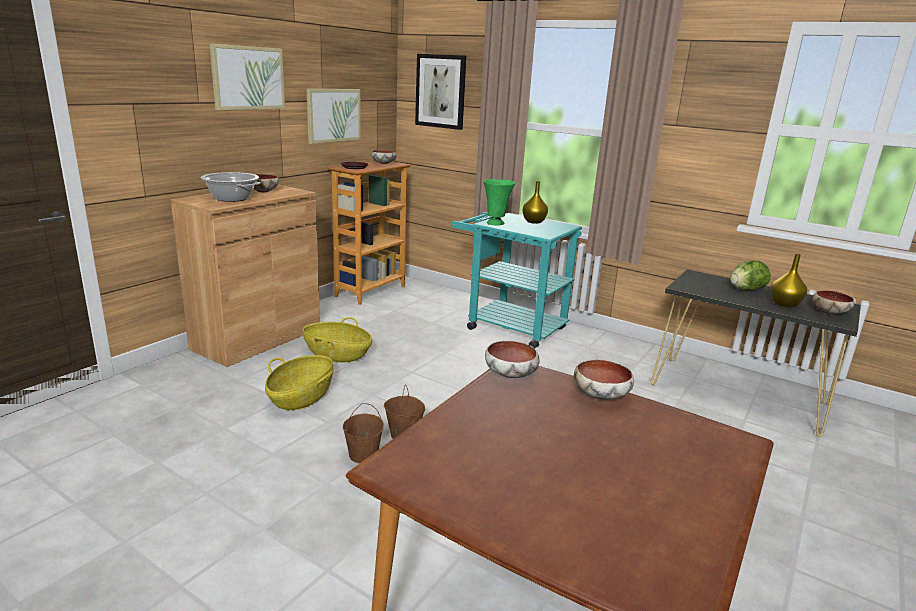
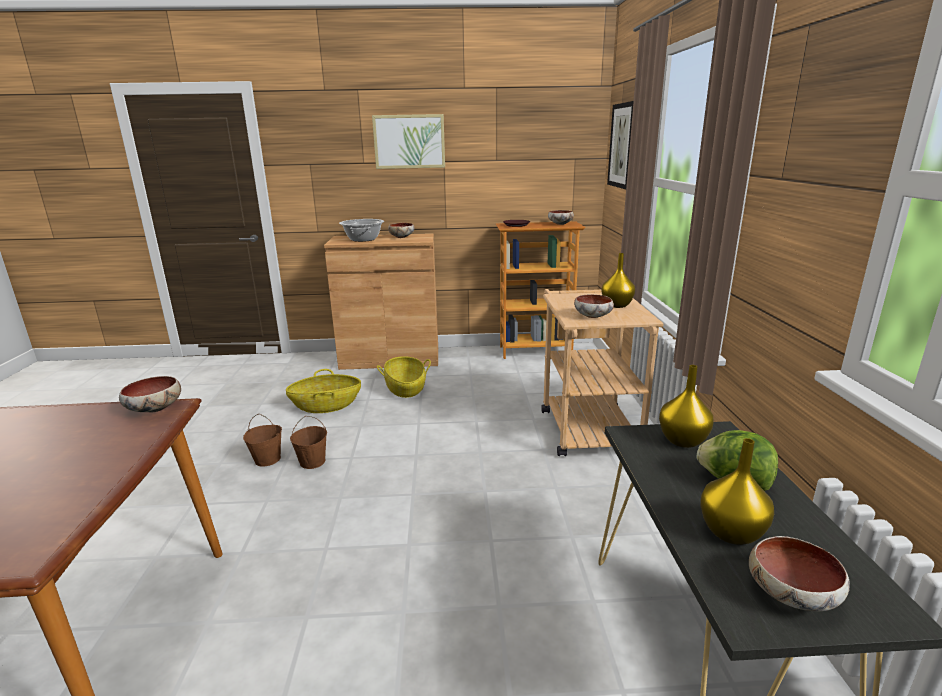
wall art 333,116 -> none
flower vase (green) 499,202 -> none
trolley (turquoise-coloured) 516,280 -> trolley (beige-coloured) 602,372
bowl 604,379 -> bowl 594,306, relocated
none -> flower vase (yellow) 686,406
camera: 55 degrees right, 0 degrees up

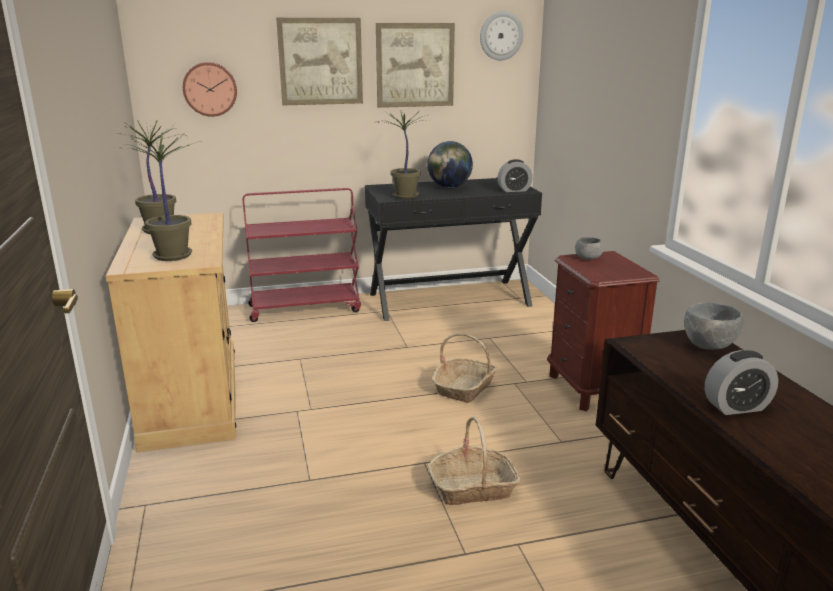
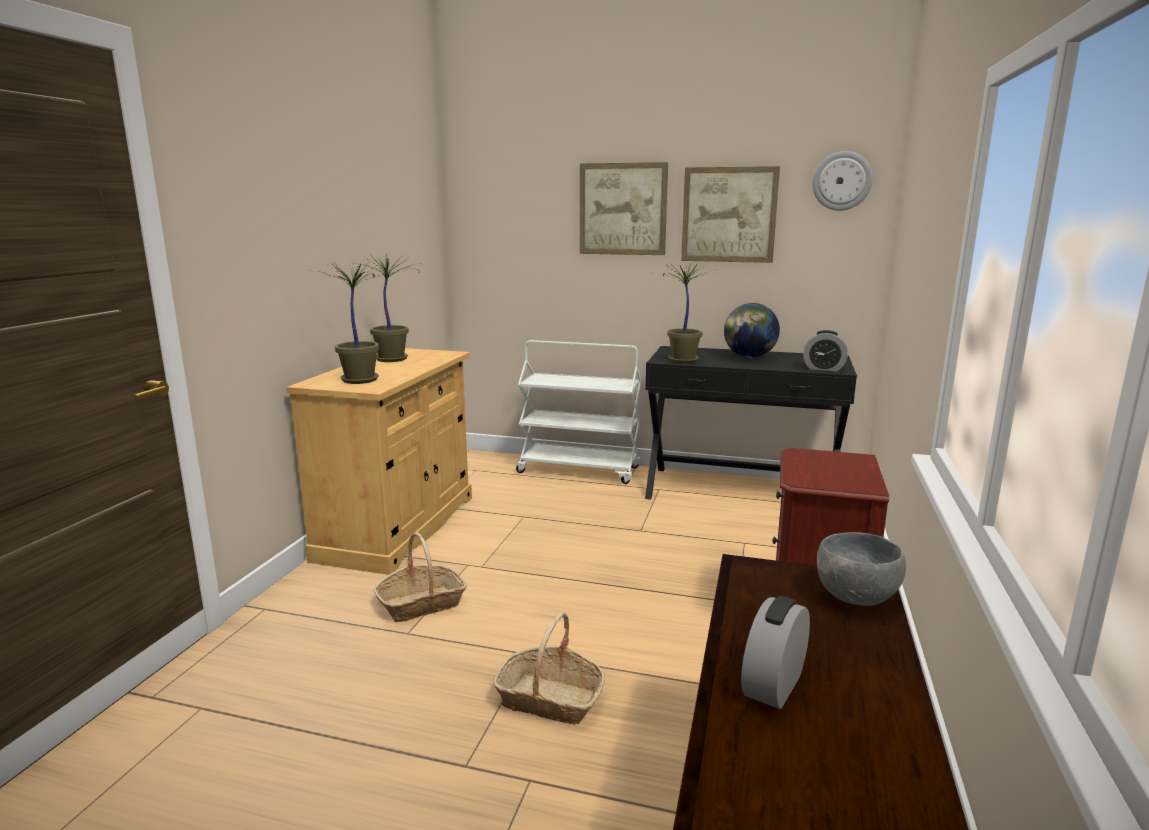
hanging clock 210,89 -> none
trolley (red) 302,255 -> trolley (white-coloured) 578,412
bowl (greyish) 589,248 -> none
household basket 465,368 -> household basket 420,577, relocated
table clock 741,382 -> table clock 775,652, 105 degrees clockwise
camera: 30 degrees right, 5 degrees down

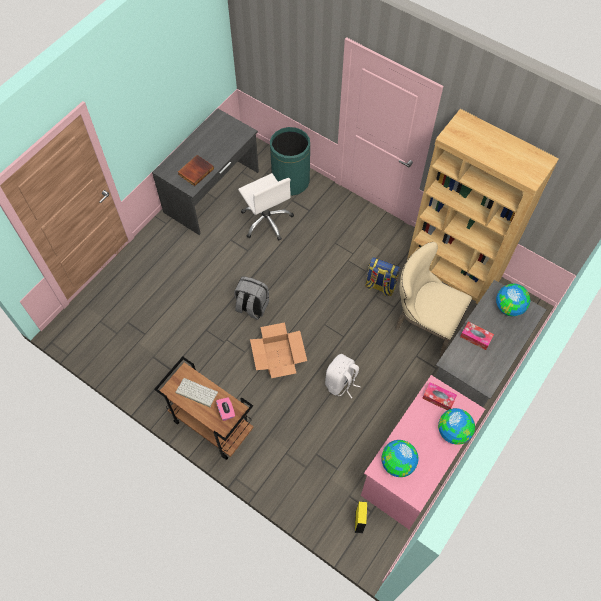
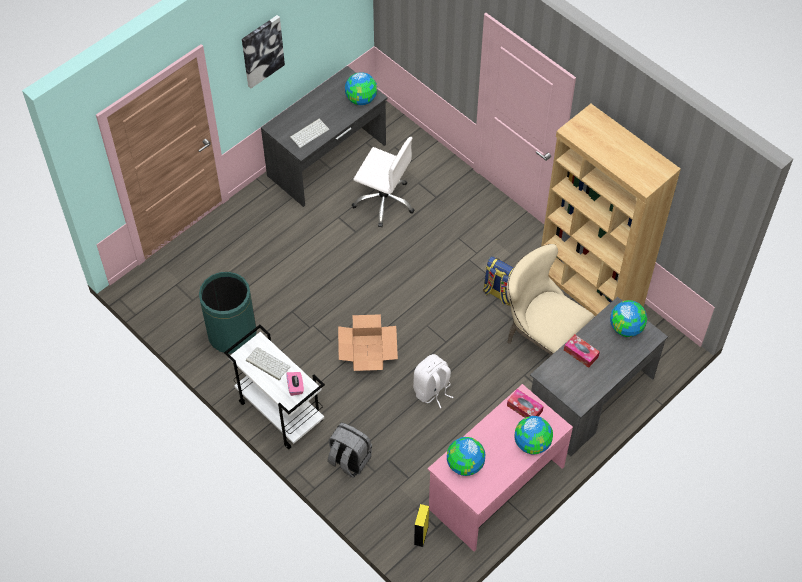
rubbish bin (green) 290,161 -> rubbish bin (green) 228,313, relocated
book 196,170 -> PC keyboard 309,133
office chair (white-coloured) 266,207 -> office chair (white-coloured) 383,182, 45 degrees counterclockwise
rucksack (greyish) 251,298 -> rucksack (greyish) 349,450, relocated
trolley (brown-coloured) 204,408 -> trolley (white-coloured) 274,387
none -> wall art 263,52
none -> world globe 361,88
camera: 10 degrees right, 5 degrees down

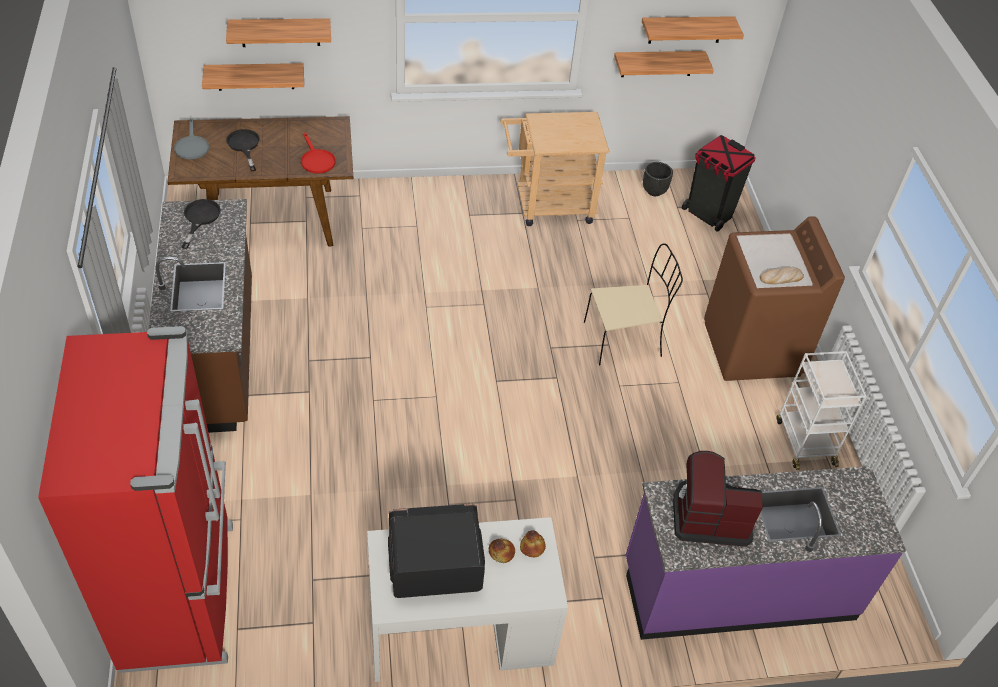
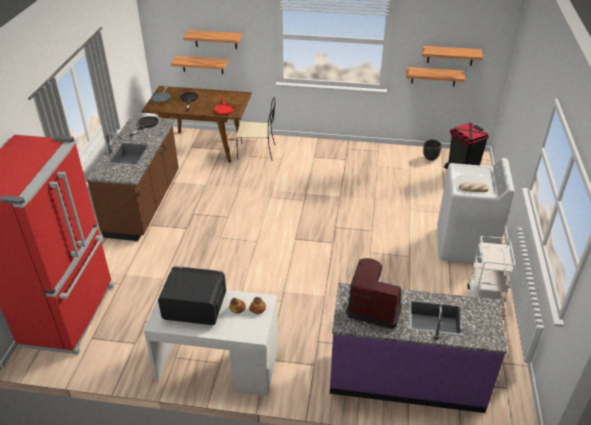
trolley (beige-coloured) 555,169 -> none
laundry appliance (brown-coloured) 774,298 -> laundry appliance (white-coloured) 476,211
chair (beige-coloured) 633,304 -> chair (beige-coloured) 255,128, relocated
camera: 20 degrees right, 10 degrees down

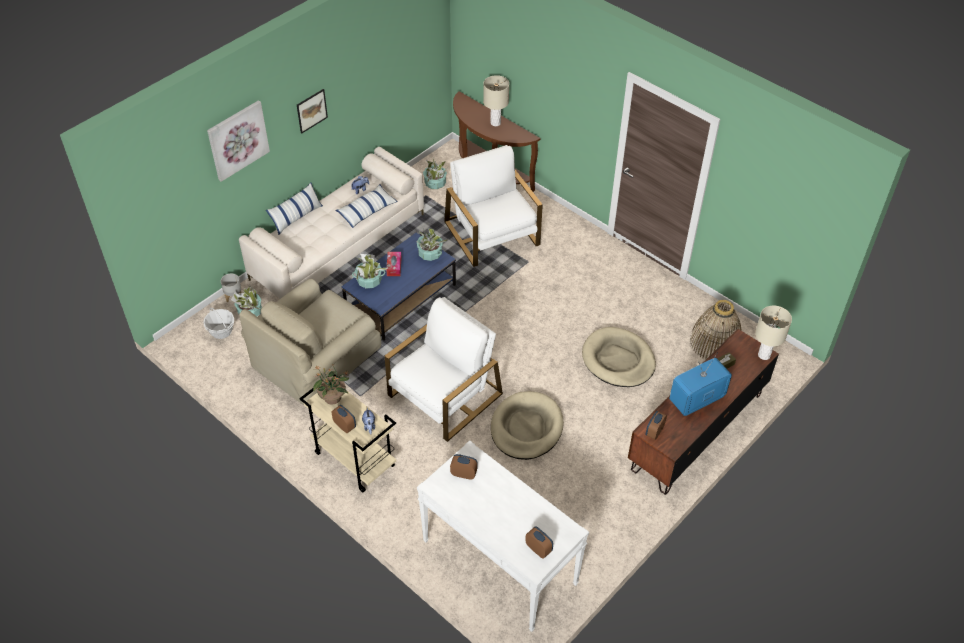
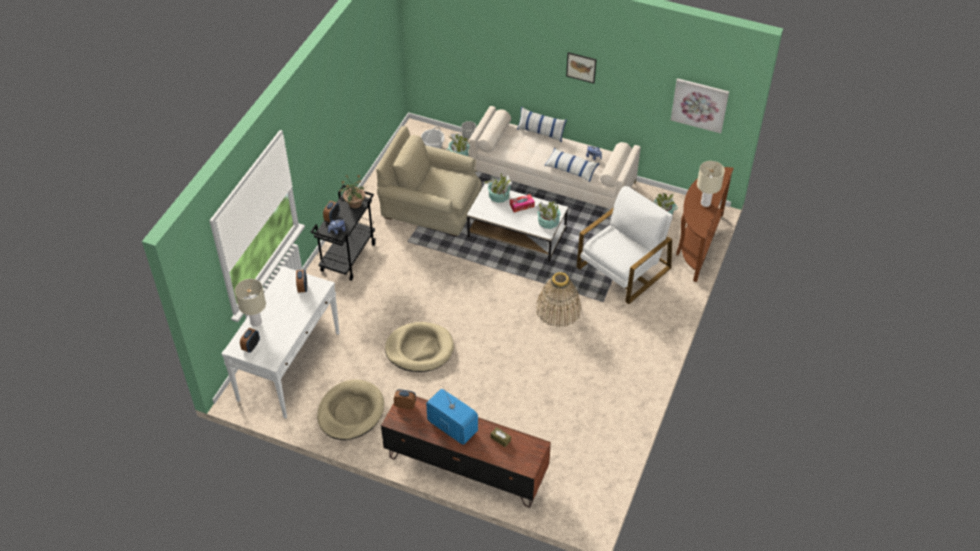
wall art 238,141 -> wall art 700,105, relocated
low table (blue) 398,287 -> low table (white-coloured) 517,223
lounge chair (white-coloured) 444,369 -> none
household basket 716,329 -> household basket 558,300, relocated
table lamp (beige-coloured) 773,333 -> table lamp (beige-coloured) 250,303, relocated
dog cushion (beige-coloured) 619,357 -> dog cushion (beige-coloured) 350,409, relocated
trolley (beige-coloured) 347,433 -> trolley (black) 343,233
camera: 70 degrees right, 0 degrees up

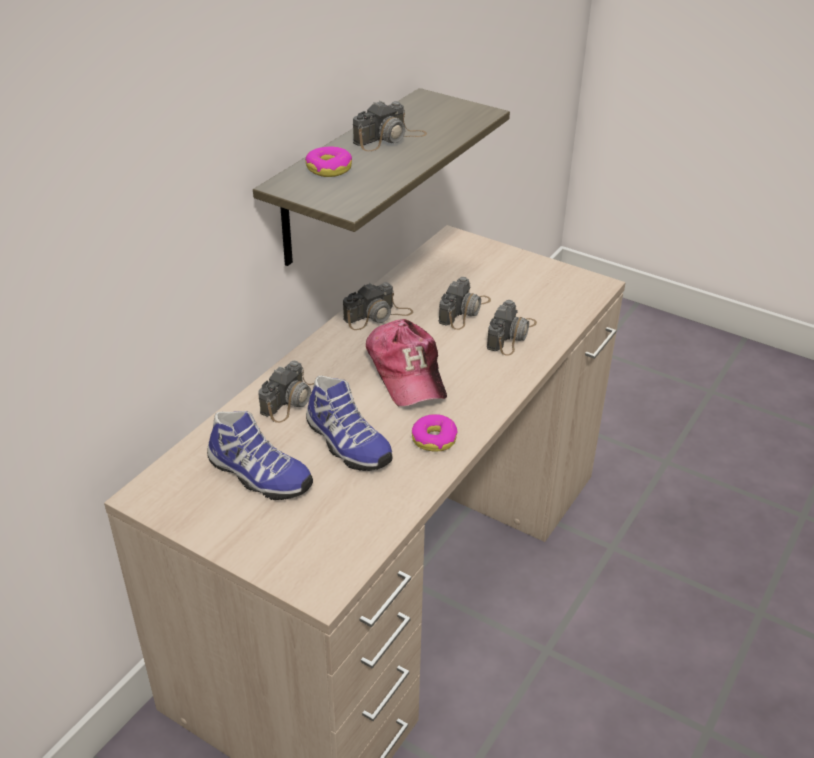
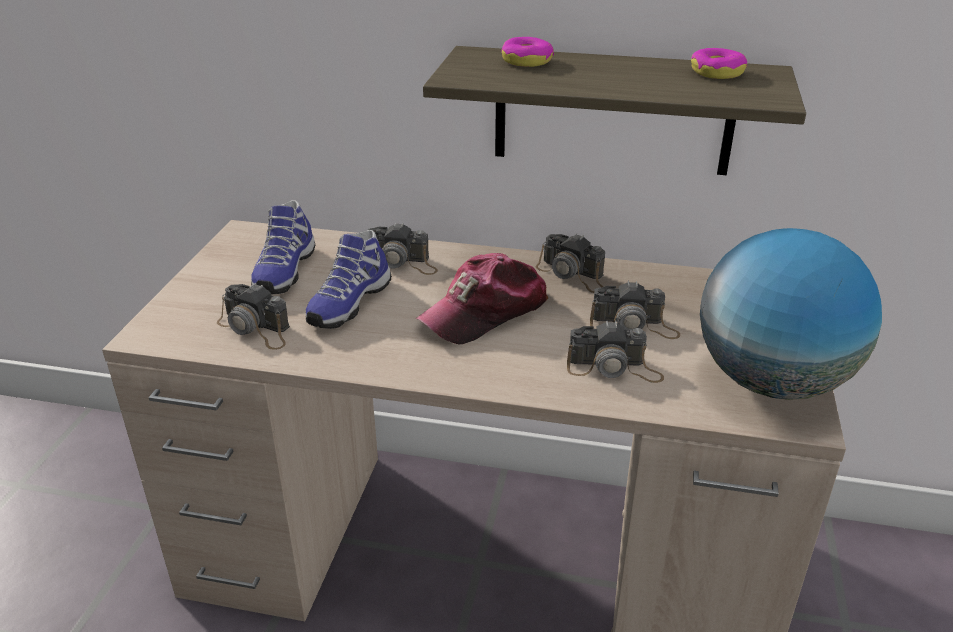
photo camera 390,125 -> photo camera 253,316, relocated
doughnut 435,433 -> doughnut 719,63, relocated
none -> world globe 791,314
camera: 70 degrees right, 5 degrees down

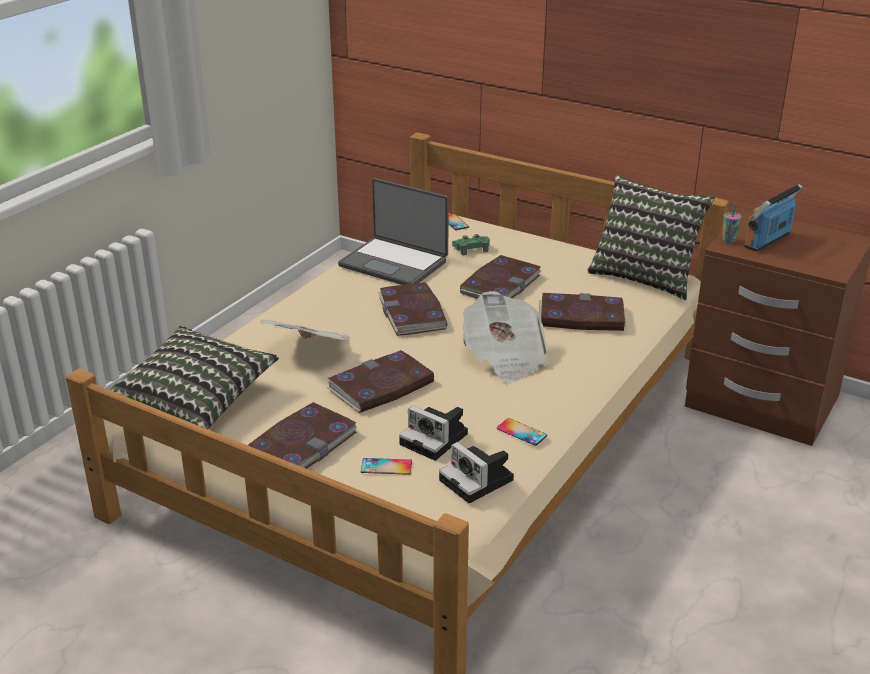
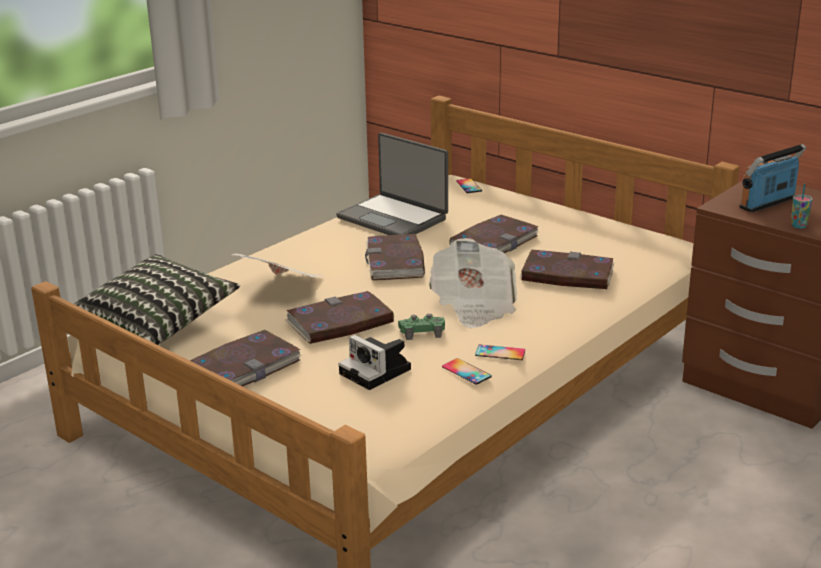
cushion 651,237 -> none
cup 731,223 -> cup 802,206, relocated
game controller (green) 471,244 -> game controller (green) 421,327, relocated
photo camera 476,473 -> none
telephone 386,466 -> telephone 500,352, relocated
camera: 10 degrees right, 5 degrees down

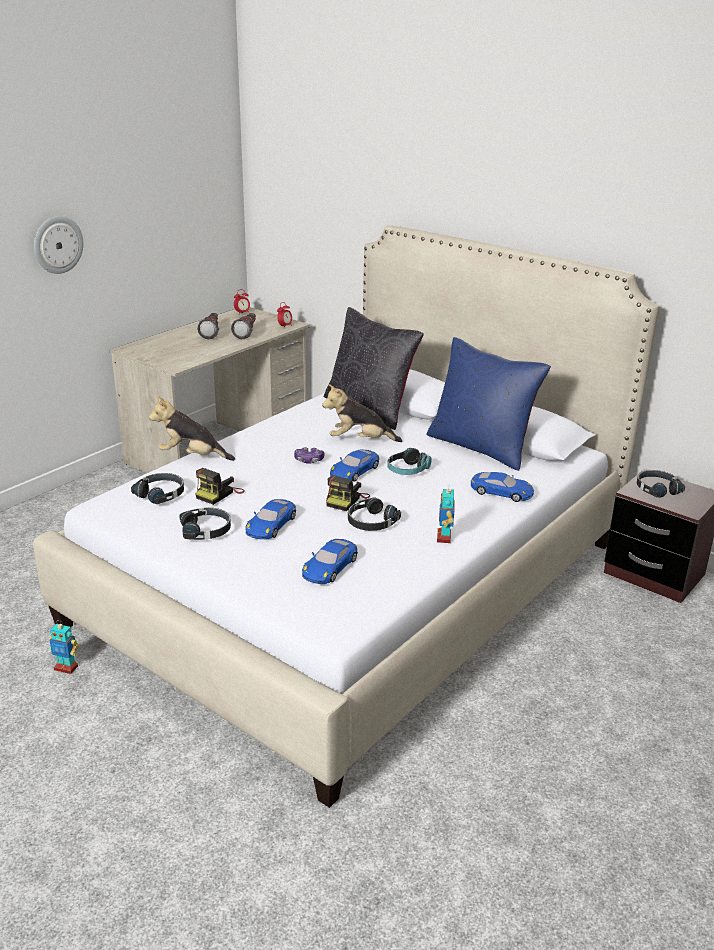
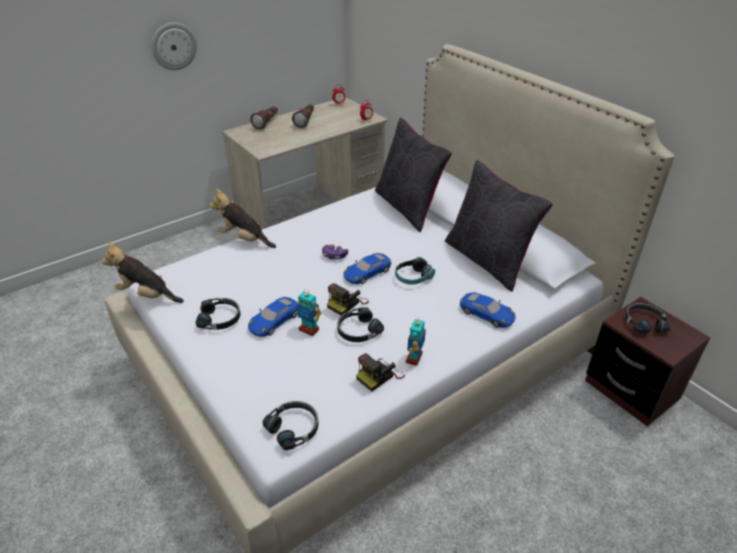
torch 243,326 -> torch 264,118, relocated
cushion (blue) 488,404 -> cushion (black) 499,226
cuddly toy 362,413 -> cuddly toy 142,272, relocated
photo camera 220,486 -> photo camera 380,372, relocated
headset (black) 157,488 -> headset (black) 290,425, relocated
model car (blue) 330,561 -> none
robot figure 64,647 -> robot figure 308,312, relocated
camera: 15 degrees right, 10 degrees up

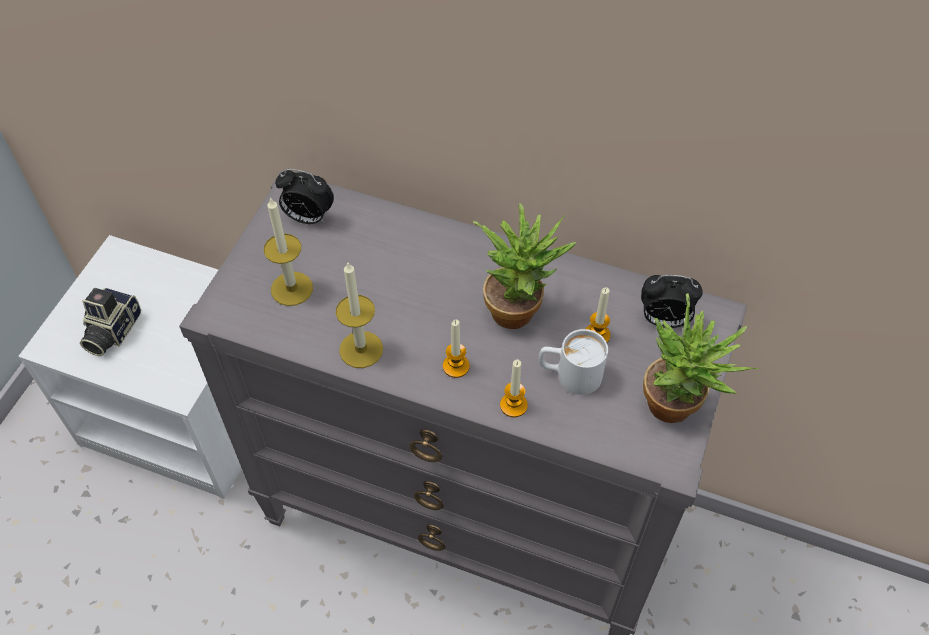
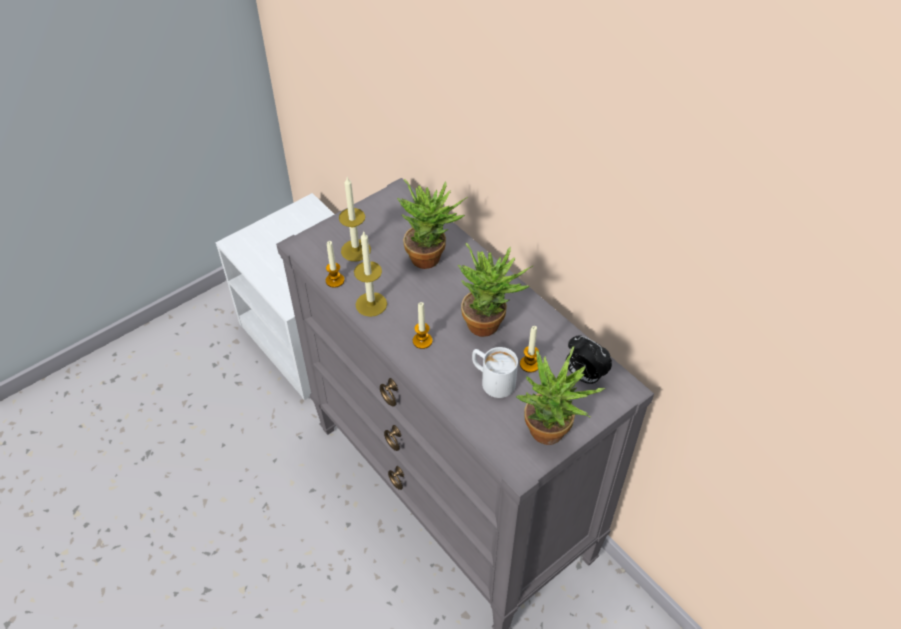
table clock 304,196 -> none
photo camera 110,322 -> none
candle 514,388 -> candle 335,264, relocated
none -> plant in a pot 432,224
camera: 30 degrees right, 5 degrees down

